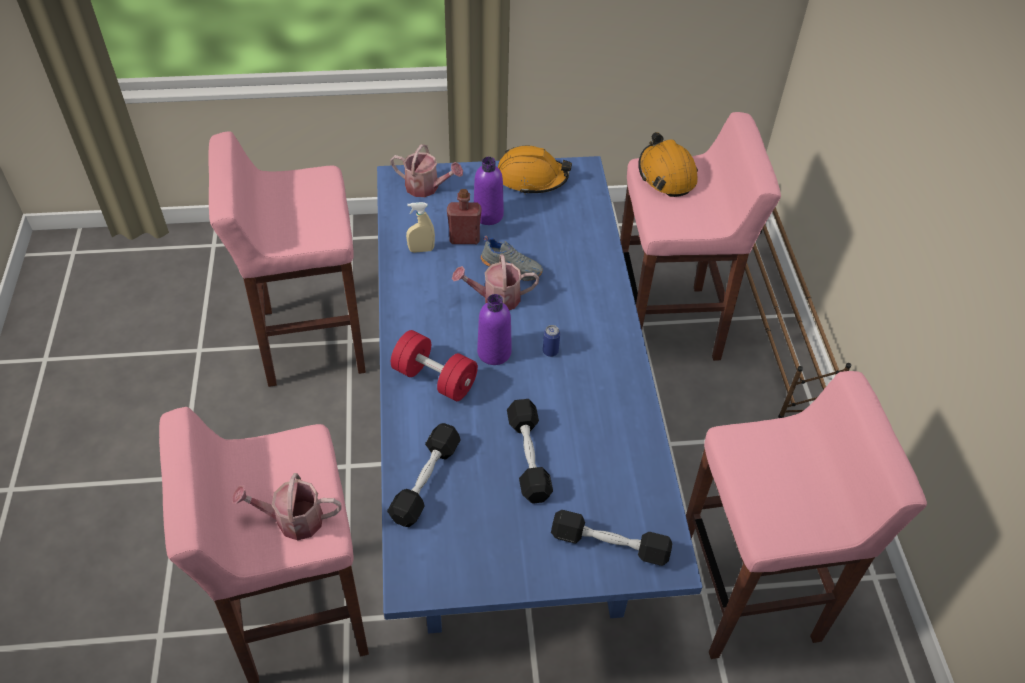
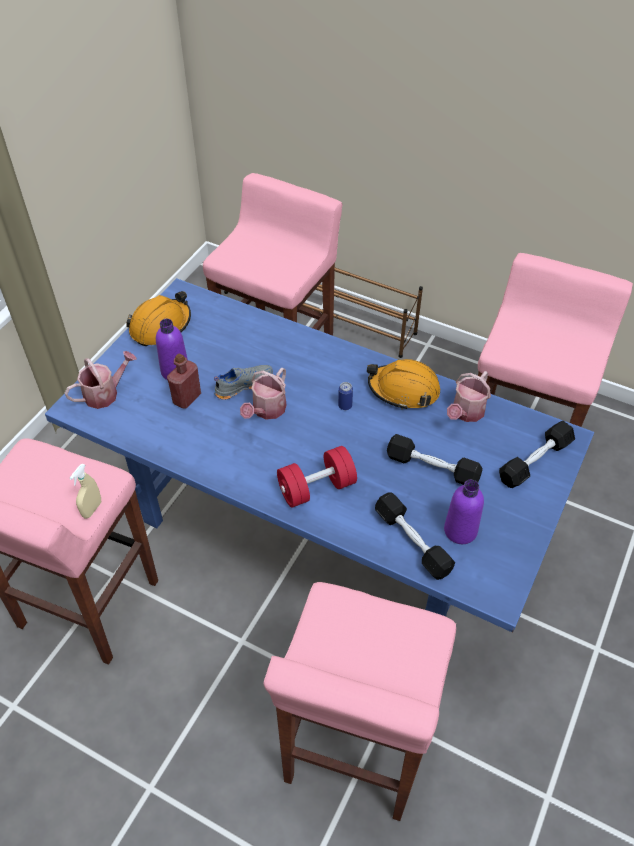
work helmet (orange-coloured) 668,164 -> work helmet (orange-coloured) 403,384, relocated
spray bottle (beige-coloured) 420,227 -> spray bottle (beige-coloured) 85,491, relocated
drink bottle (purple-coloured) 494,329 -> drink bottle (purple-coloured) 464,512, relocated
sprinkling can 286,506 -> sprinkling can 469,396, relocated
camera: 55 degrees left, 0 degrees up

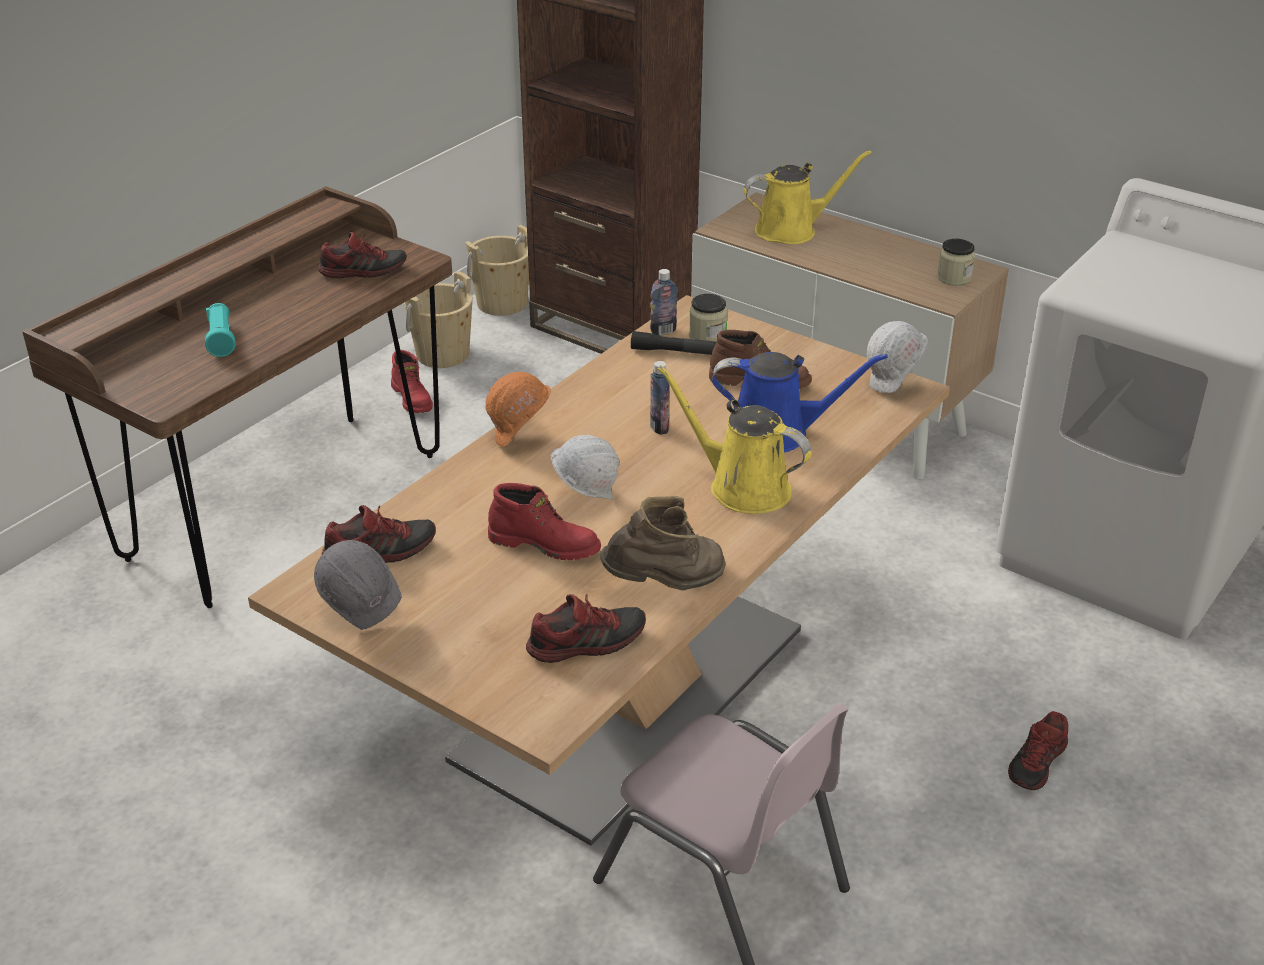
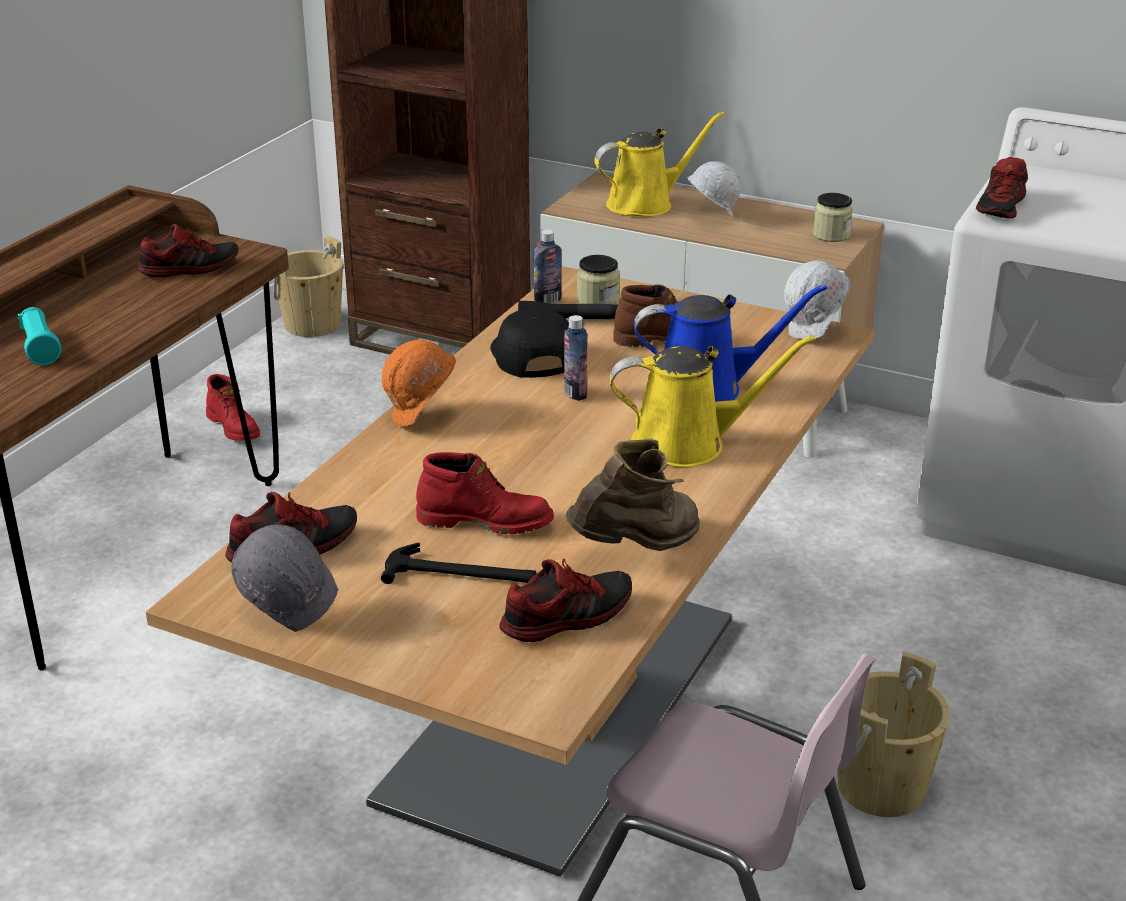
water bucket (beige-coloured) 438,319 -> water bucket (beige-coloured) 894,734, relocated
sprinkling can (yellow) 734,439 -> sprinkling can (yellow) 713,401, 150 degrees clockwise
work helmet (white-coloured) 585,467 -> work helmet (white-coloured) 713,189, relocated
low shoe 1038,750 -> low shoe 1002,187, relocated
none -> baseball cap (black) 529,343
none -> tool hammer 458,563
camera: 10 degrees left, 5 degrees down

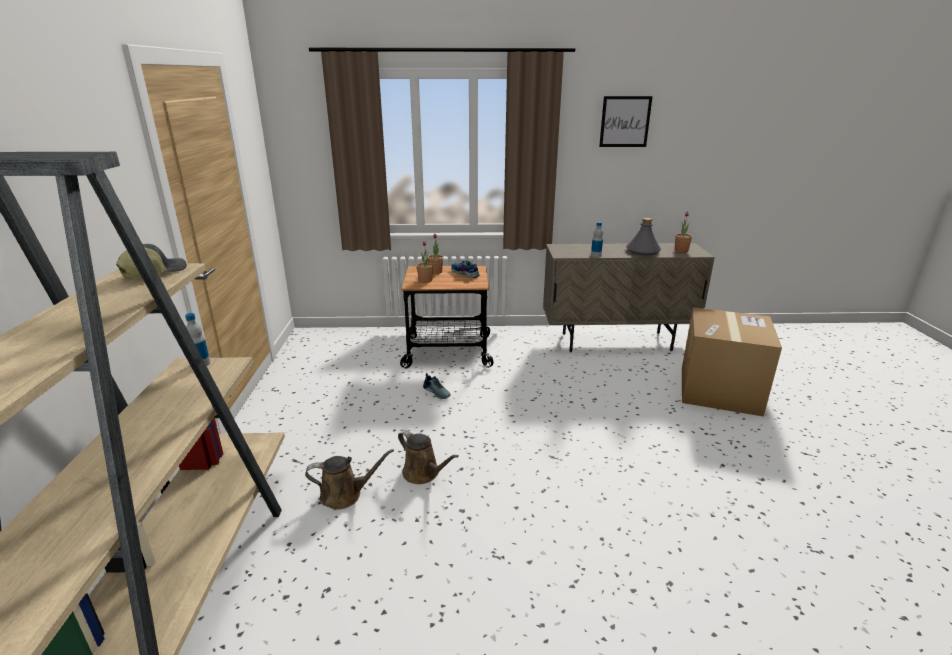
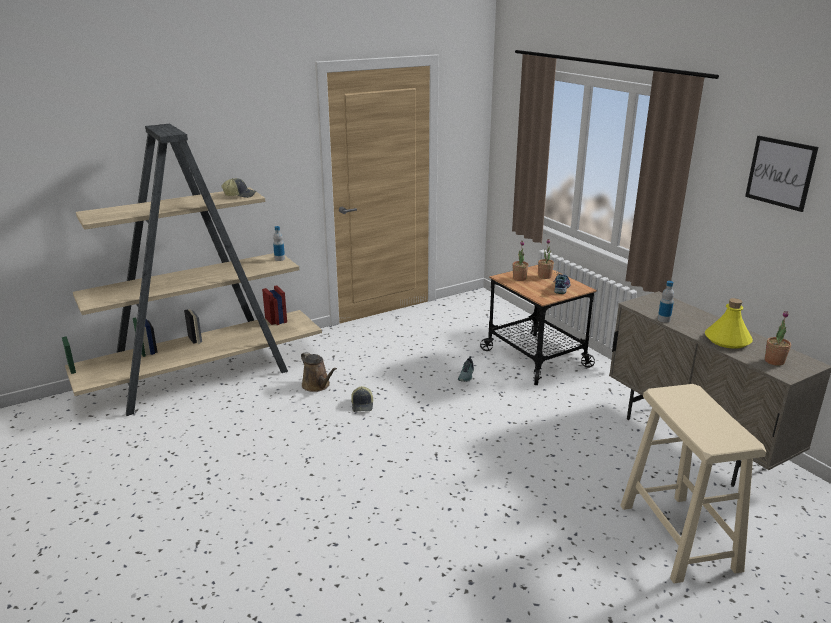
drink bottle (greyish) 643,237 -> drink bottle (yellow) 729,323
cardboard box 732,362 -> stool seat (beige-coloured) 693,483
sprinkling can (brown-coloured) 428,457 -> baseball cap 362,399
camera: 60 degrees right, 0 degrees up

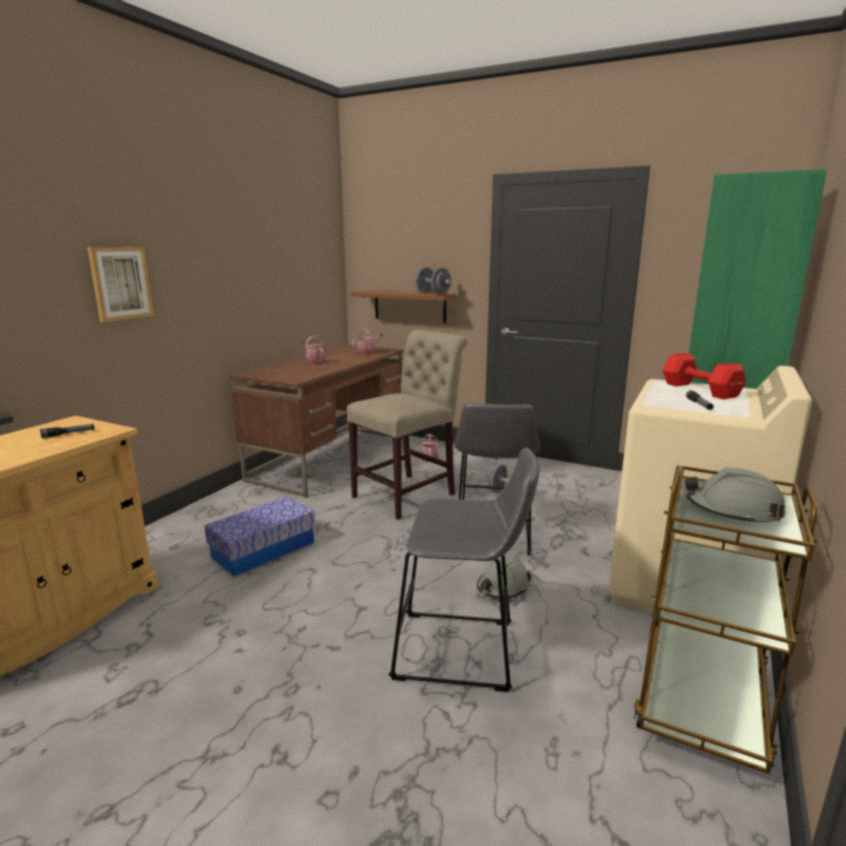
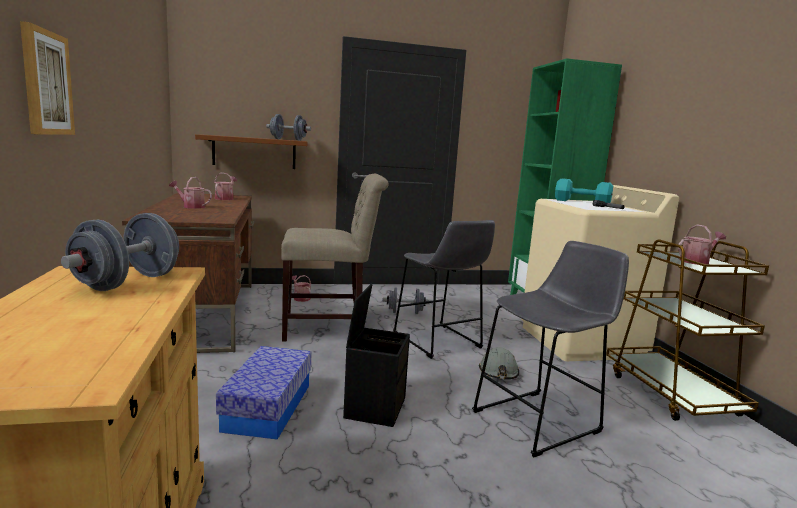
chair (beige-coloured) 407,425 -> chair (beige-coloured) 335,257, 75 degrees clockwise
hand weight (red) 704,376 -> hand weight (turquoise-coloured) 584,190
torch 67,431 -> hand weight (greyish) 120,252
work helmet (greyish) 735,496 -> sprinkling can 702,244
none -> storage box (black) 376,355
camera: 40 degrees left, 5 degrees down

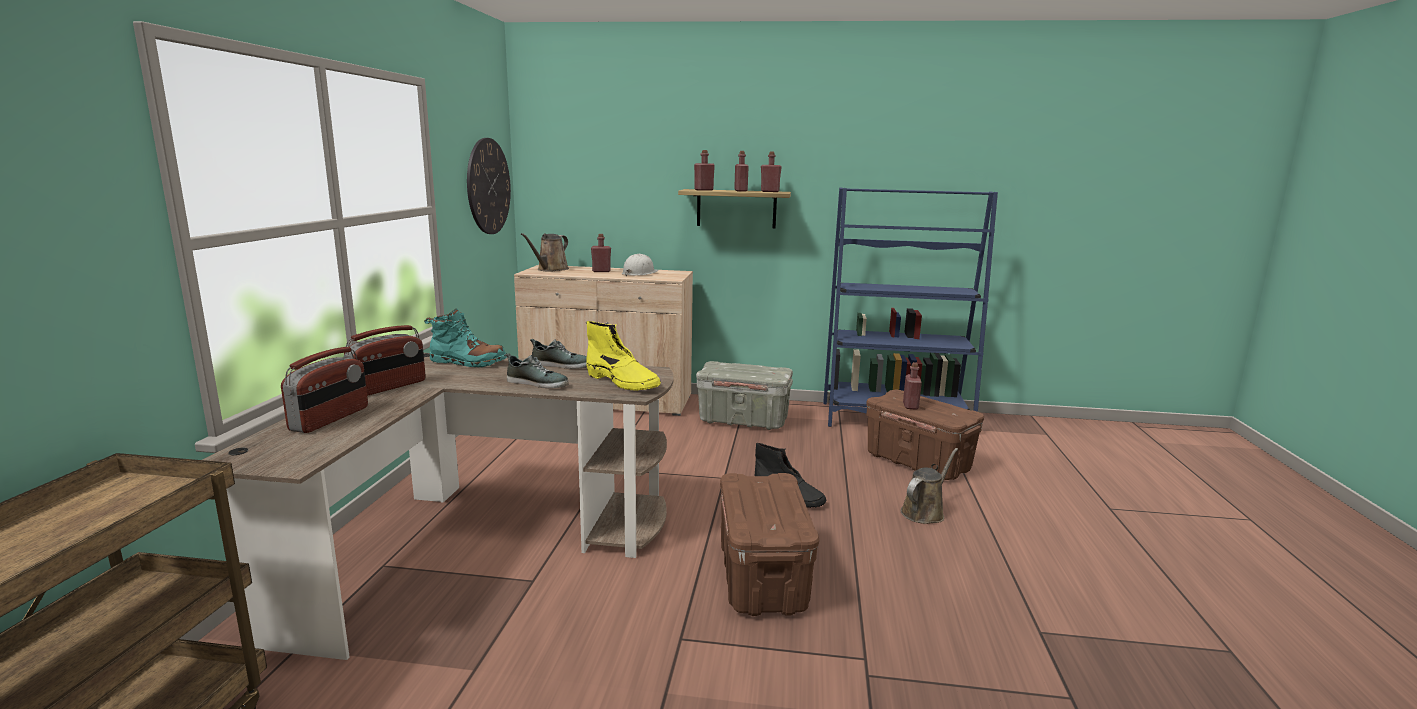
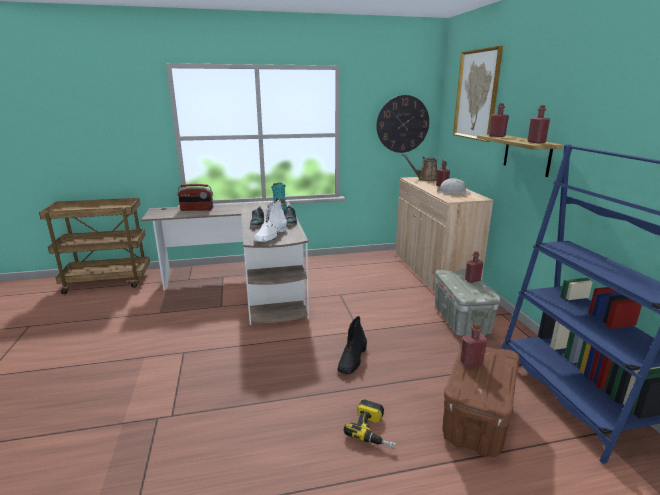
drink bottle (red) 741,171 -> drink bottle (red) 474,267, relocated
high-top boot (yellow) 623,356 -> high-top boot (white-coloured) 270,221
radio receiver 385,360 -> none
sprinkling can (brown-coloured) 929,486 -> power drill 370,424
storage box (brown-coloured) 769,544 -> none
none -> wall art 478,94
camera: 70 degrees right, 5 degrees up

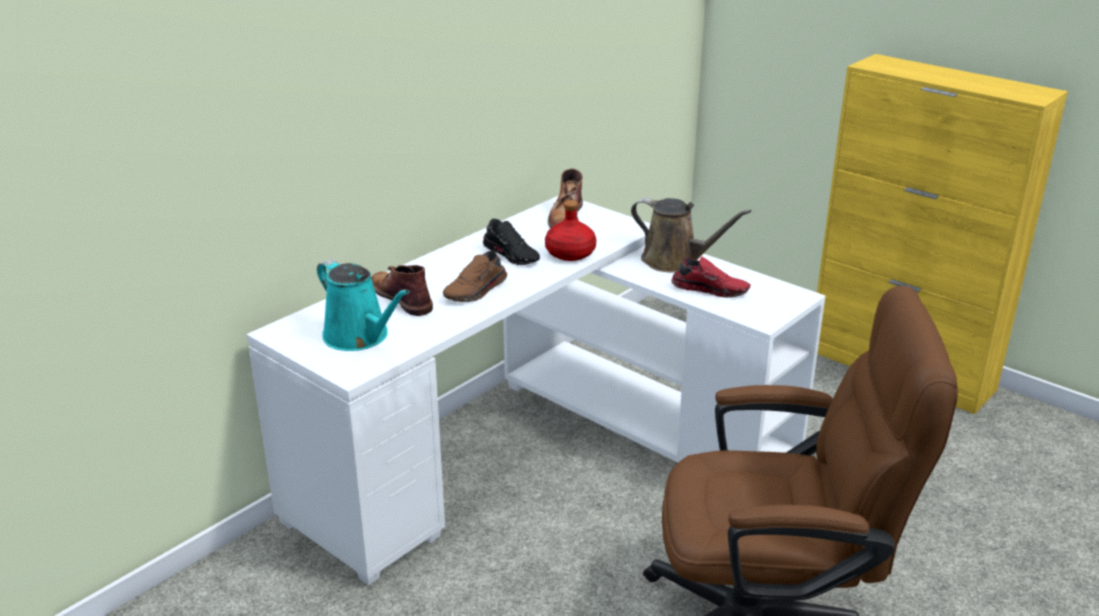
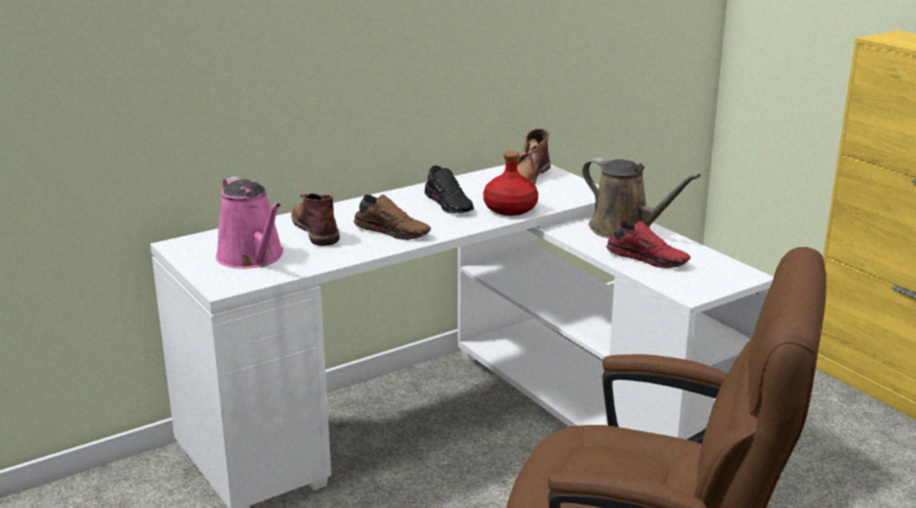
low shoe (brown-coloured) 475,276 -> low shoe (brown-coloured) 392,217, 120 degrees counterclockwise
sprinkling can (turquoise-coloured) 363,305 -> sprinkling can (pink-coloured) 249,222
camera: 15 degrees right, 5 degrees down

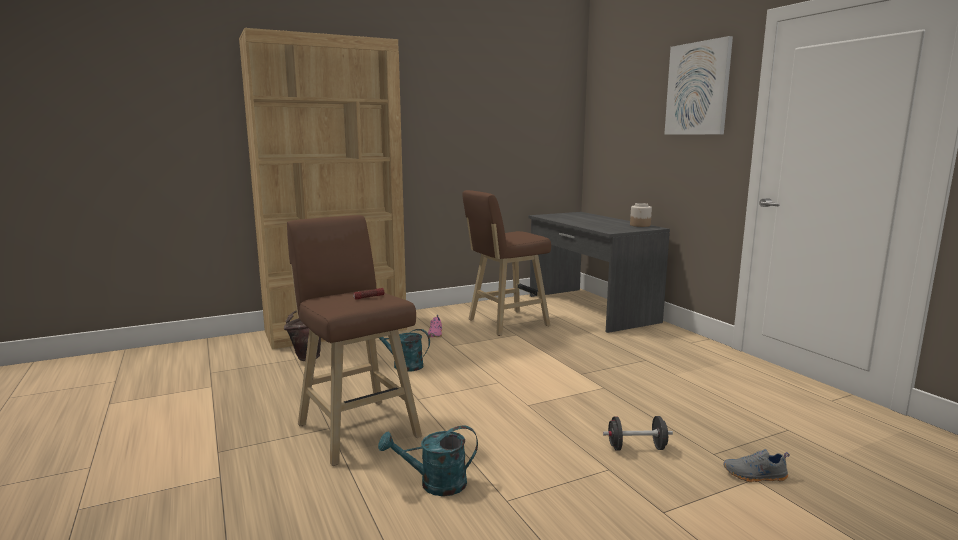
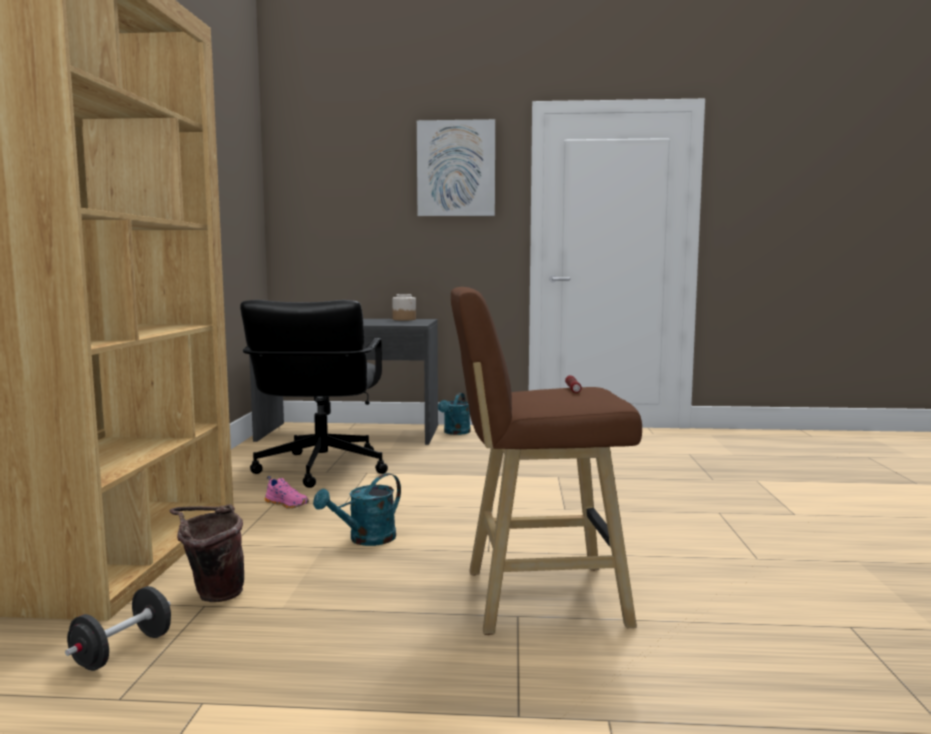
stool seat (brown-coloured) 507,263 -> office chair (black) 314,394
hand weight (black) 638,433 -> hand weight (black) 118,628, relocated
sprinkling can (turquoise-coloured) 428,460 -> sprinkling can (turquoise-coloured) 454,414, relocated
low shoe (greyish) 756,465 -> none
camera: 60 degrees left, 5 degrees down

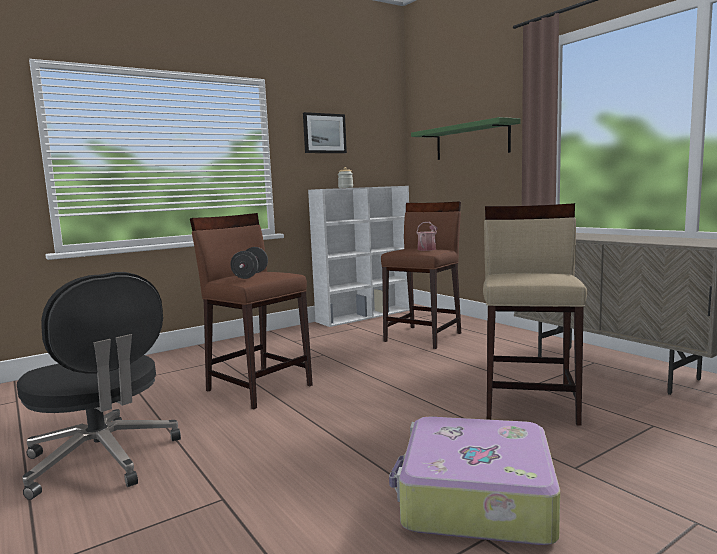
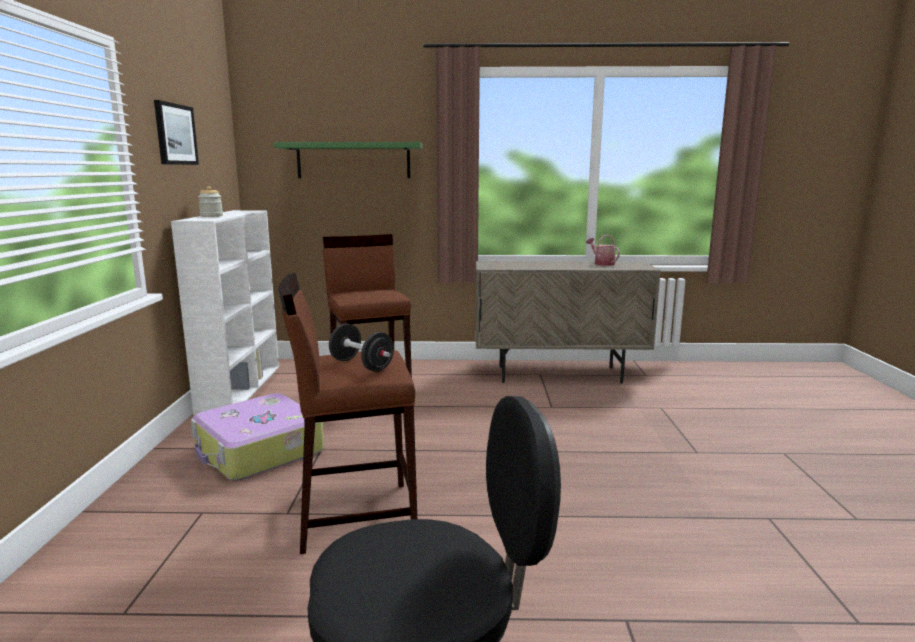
stool seat (beige-coloured) 535,314 -> none
sprinkling can 426,236 -> sprinkling can 603,250, relocated
travel case 474,480 -> travel case 257,437, relocated
camera: 55 degrees left, 5 degrees up

